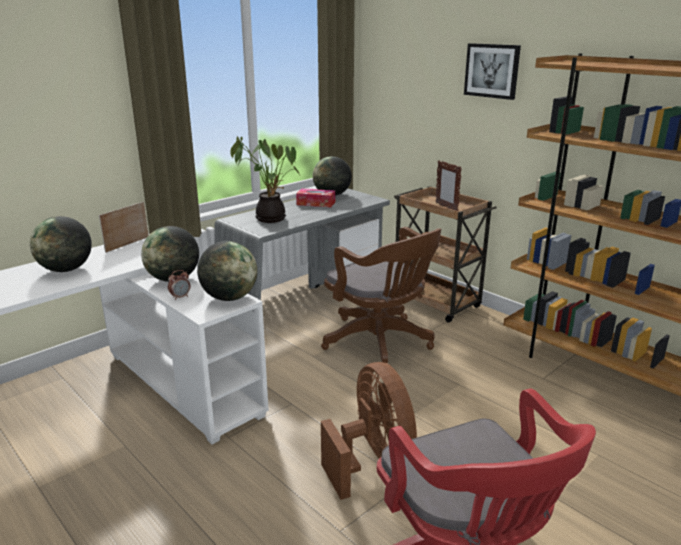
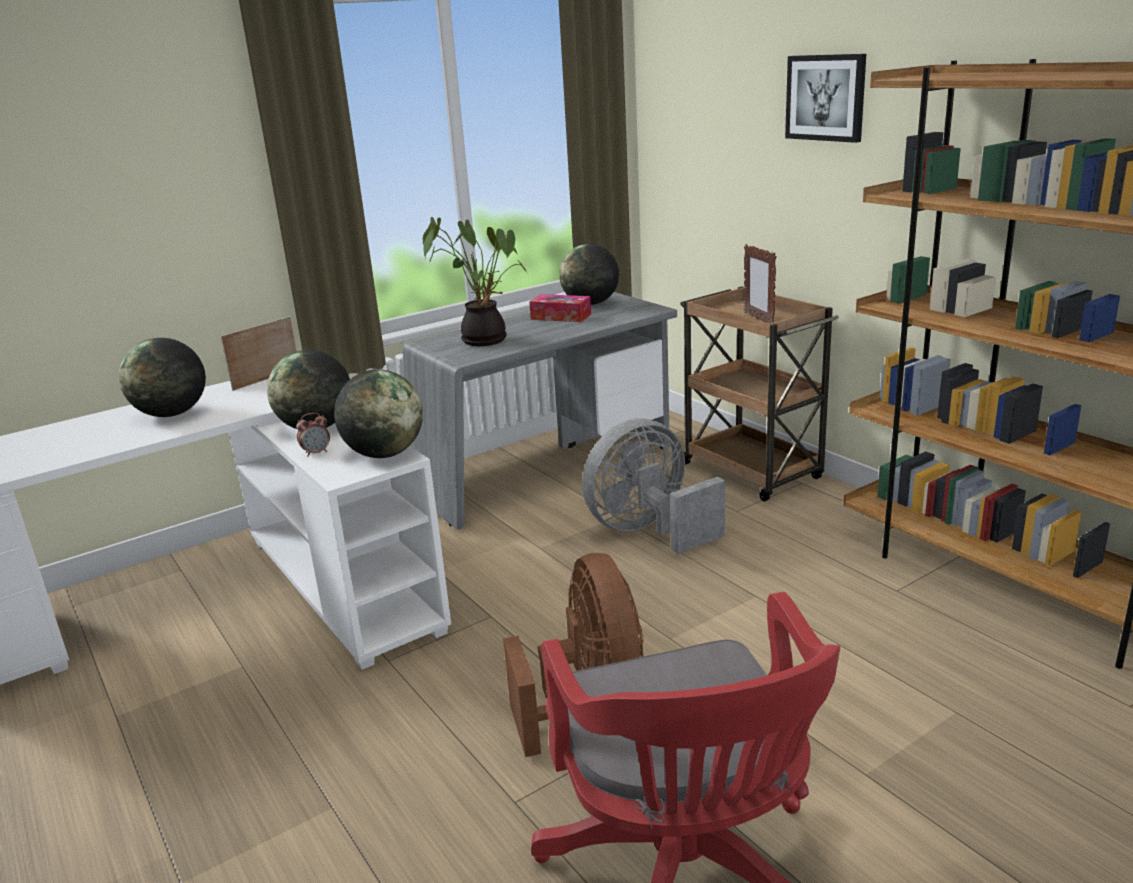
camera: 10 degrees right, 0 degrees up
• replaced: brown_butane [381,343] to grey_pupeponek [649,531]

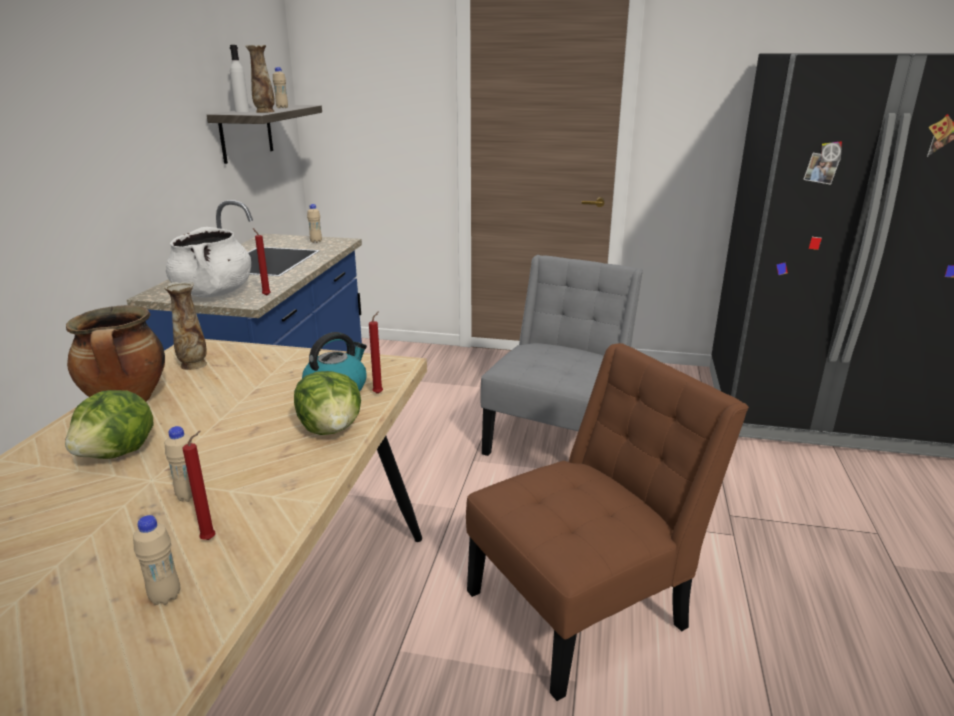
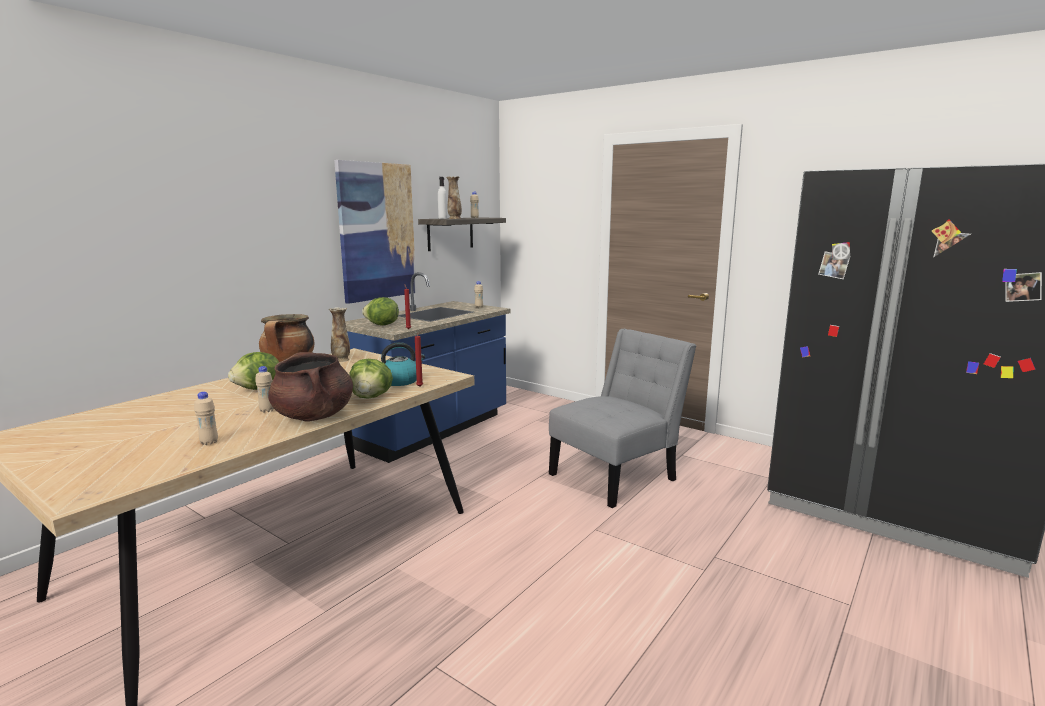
camera: 25 degrees right, 10 degrees down
• replaced: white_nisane [214,293] to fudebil [382,325]
• removed: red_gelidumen [211,538]
• removed: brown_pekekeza [585,605]
• added: brown_nisane [314,416]
• added: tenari [376,231]

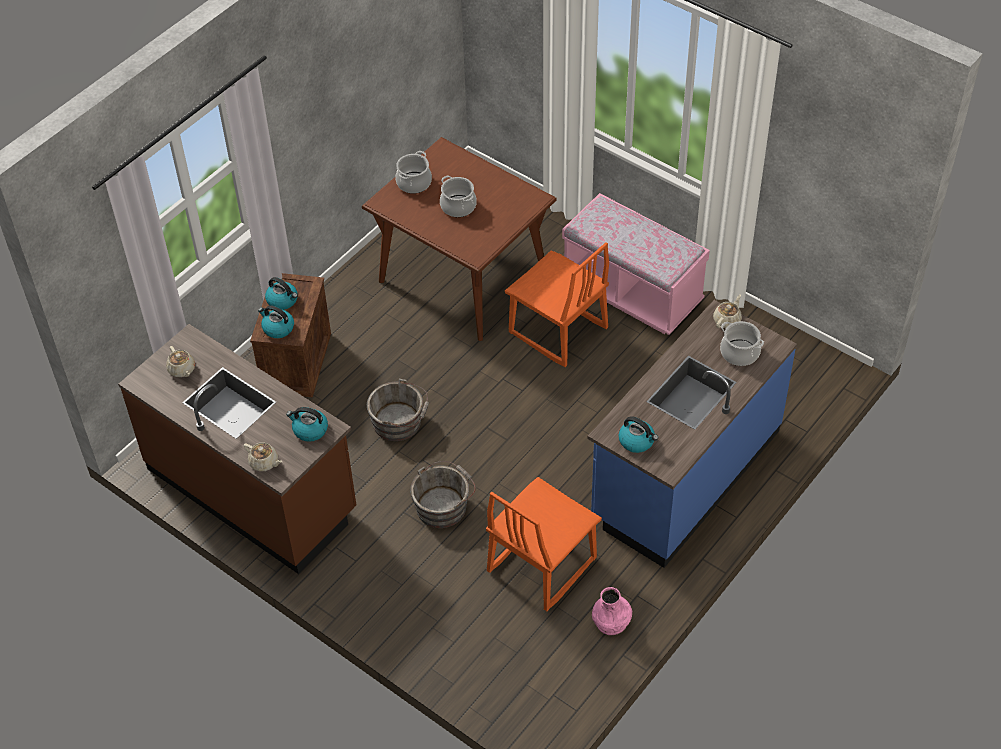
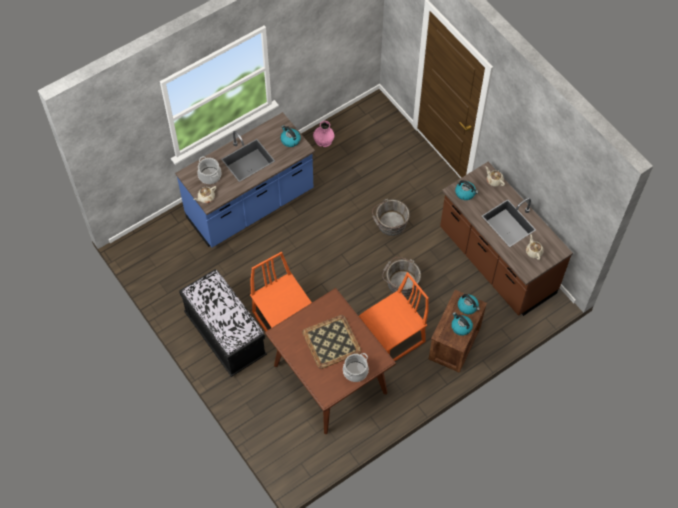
camera: 165 degrees left, 10 degrees up
• replaced: nisane [458,206] to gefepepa [332,342]
• moved: orange_pekekeza [541,564] to [392,338]
• recoloured: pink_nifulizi [632,292] to black_nifulizi [225,335]

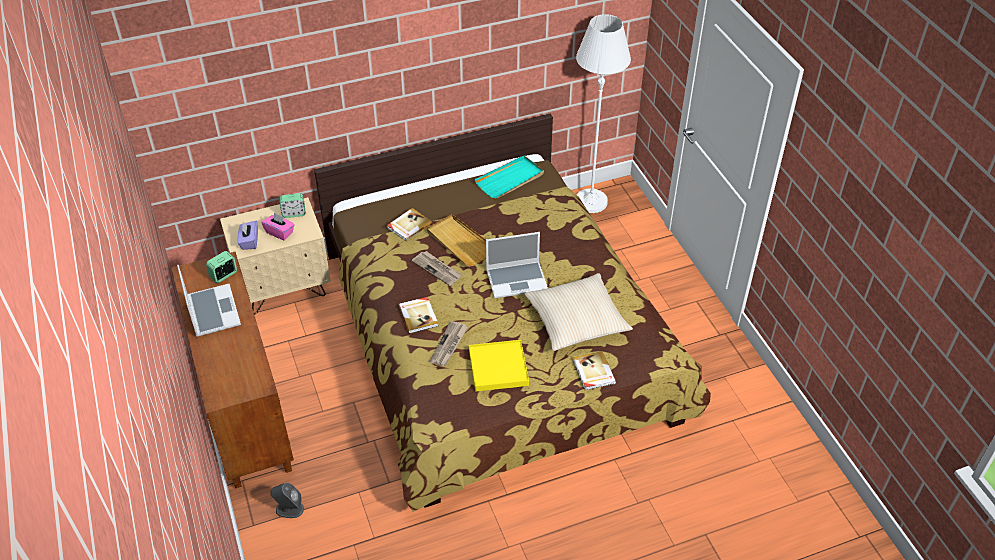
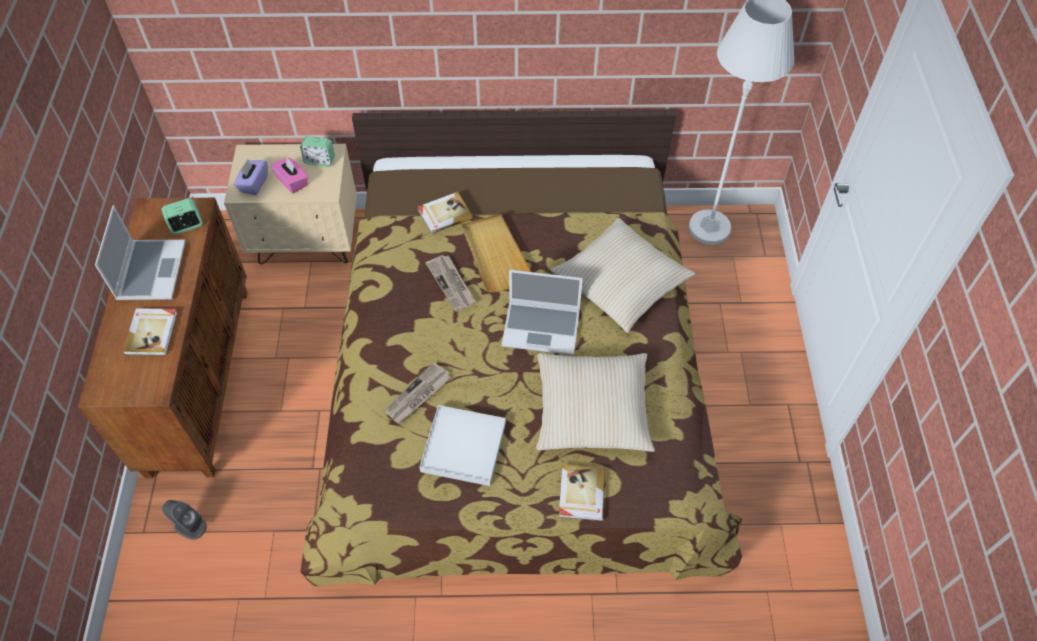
camera: 20 degrees right, 10 degrees up
• moved: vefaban [419,316] to [152,333]
• recoloured: yellow_gefepepa [498,367] to white_gefepepa [463,447]
• removed: turquoise_gefepepa [510,179]
• added: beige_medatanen [621,282]

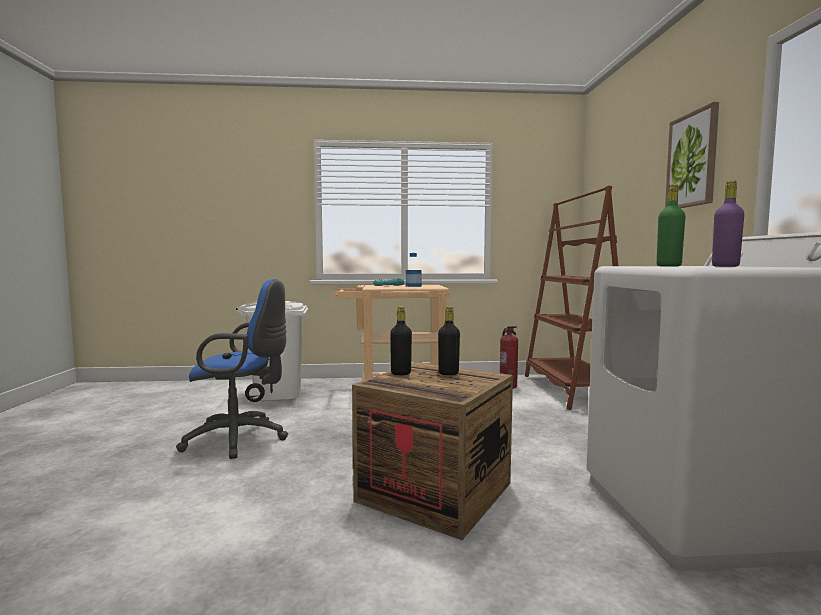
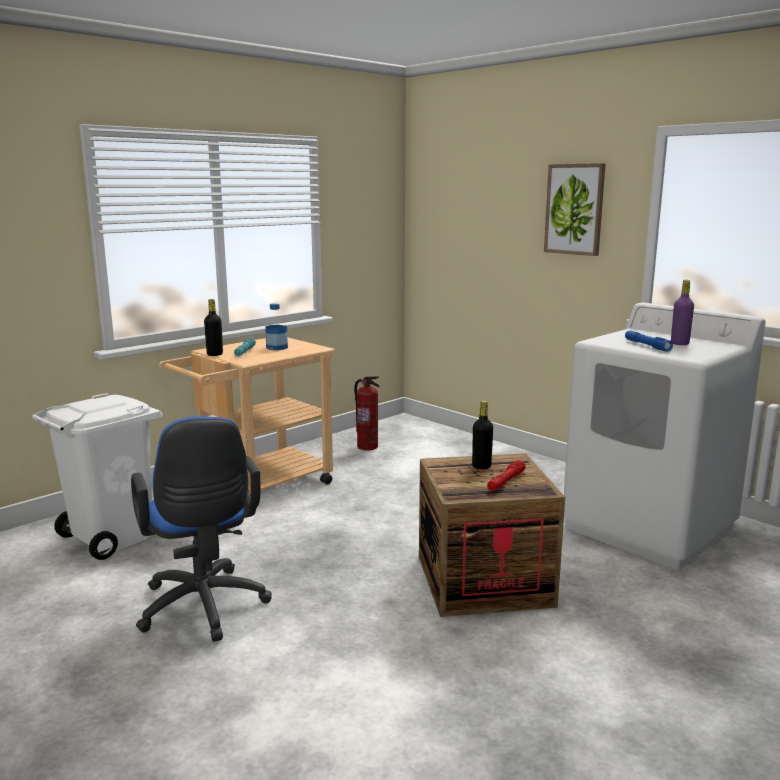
camera: 40 degrees left, 10 degrees up
• turned: blue_butane [241,439] = [204,609] 105 degrees clockwise
• moved: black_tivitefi [401,373] to [215,354]
• removed: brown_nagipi [571,390]
• replaced: green_tivitefi [668,266] to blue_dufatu [647,346]
• added: red_dufatu [506,481]

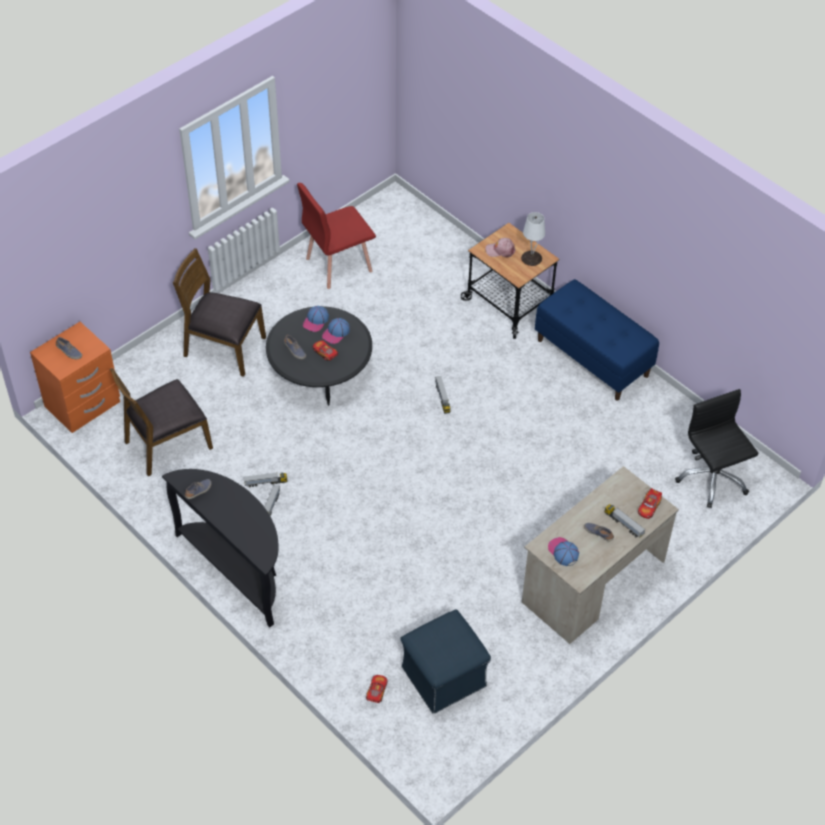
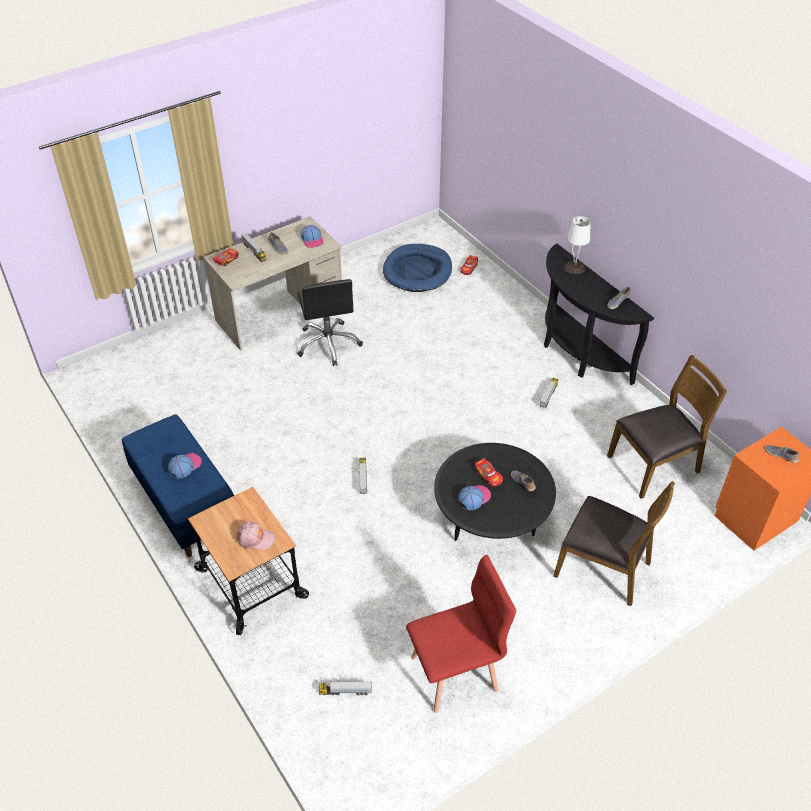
camera: 170 degrees left, 5 degrees down
• moved: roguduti [266,482] to [345,691]
• moved: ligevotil [316,321] to [185,466]
• replaced: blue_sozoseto [443,677] to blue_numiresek [417,271]
• moved: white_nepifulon [531,258] to [574,267]
• moved: black_butane [712,478] to [329,344]

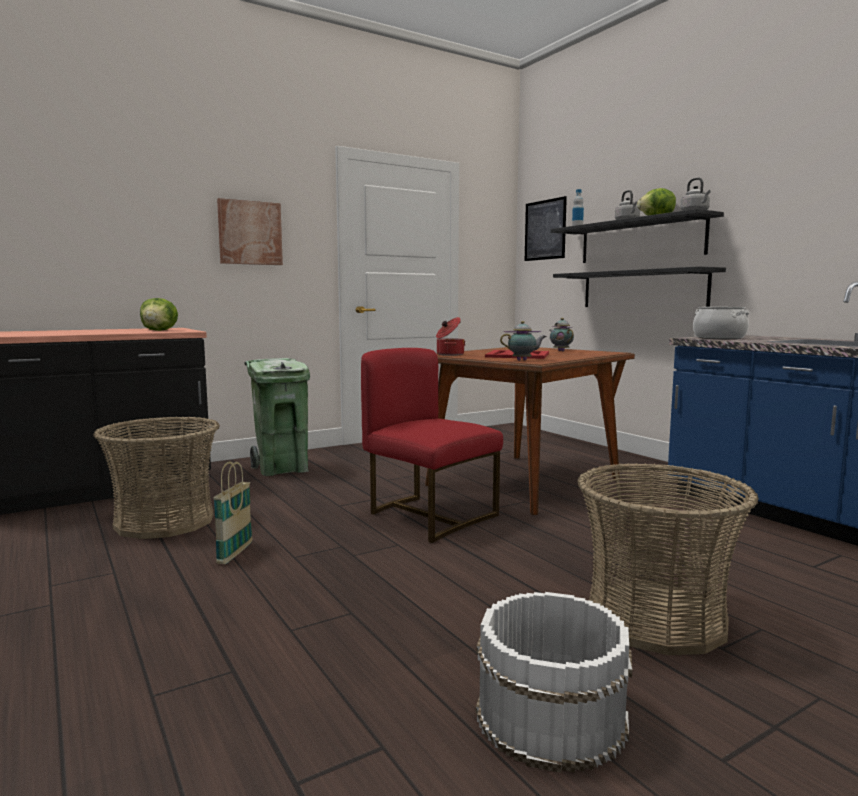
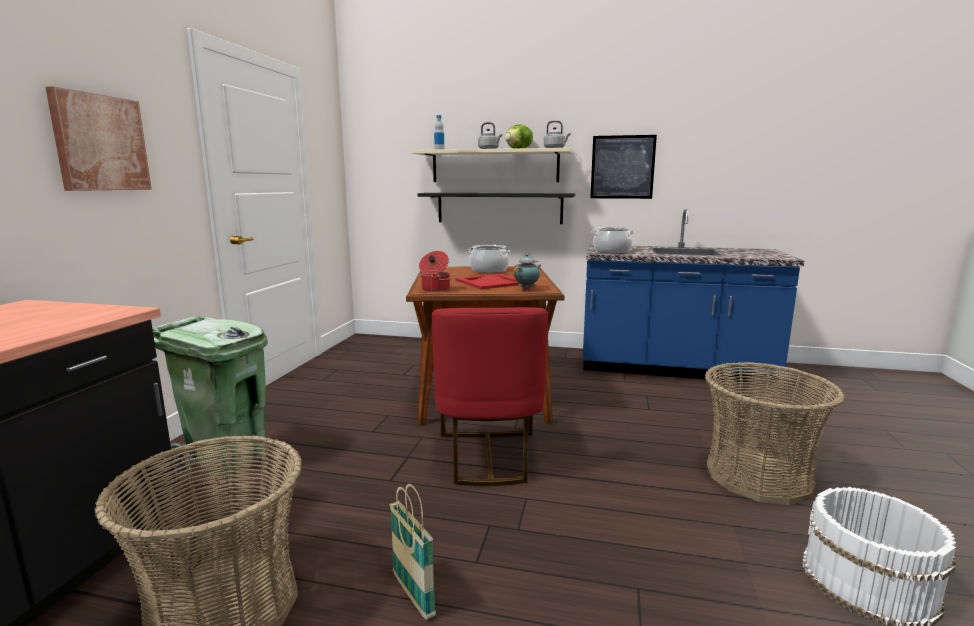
camera: 45 degrees left, 5 degrees up
• removed: fudebil [159,330]
• turned: red_pekekeza [428,516] = [487,457] 90 degrees counterclockwise
• moved: tenari [545,230] to [622,167]
• replaced: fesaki [560,351] to nisane [489,270]
• recoloured: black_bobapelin [640,241] to beige_bobapelin [494,166]

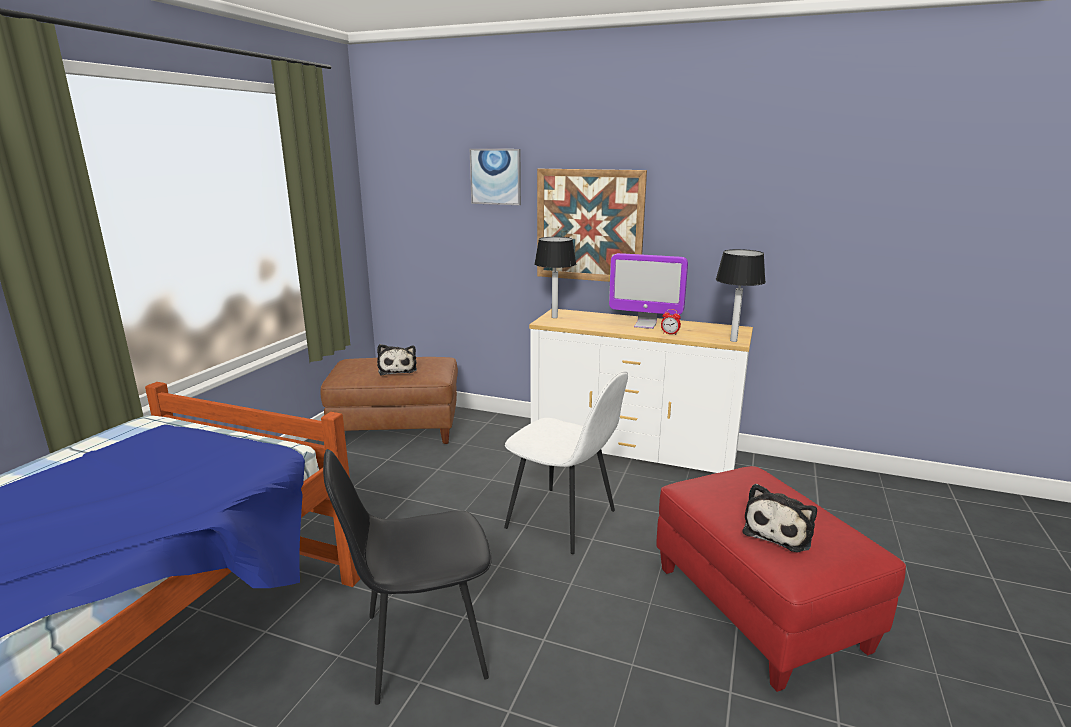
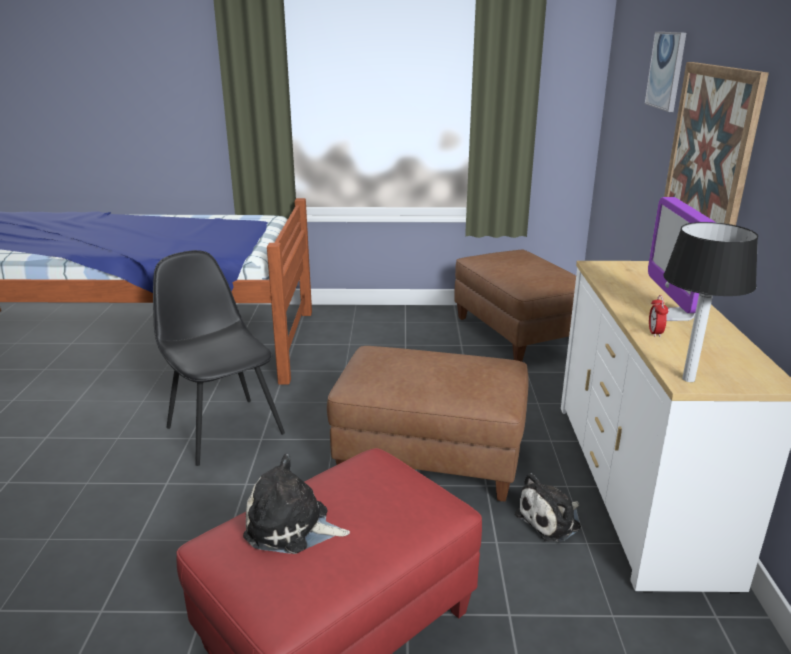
camera: 70 degrees right, 5 degrees up
• moved: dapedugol [397,369] to [551,520]
• replaced: white_pekekeza [563,520] to brown_sozoseto [428,460]
• removed: nepifulon [554,317]

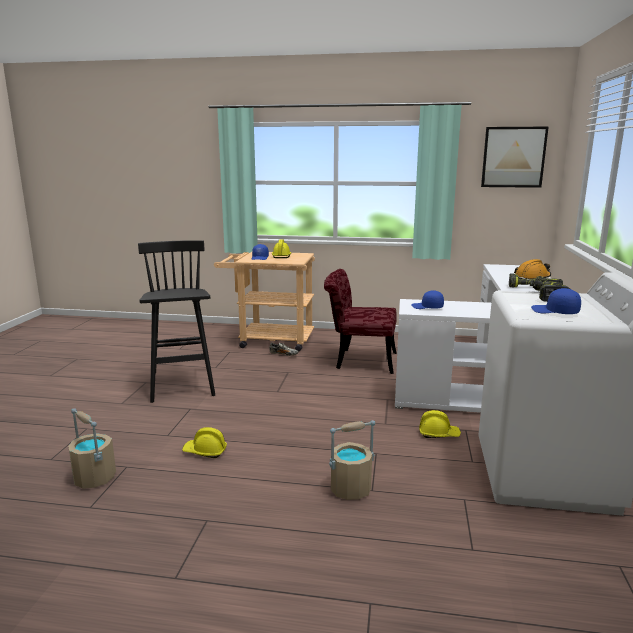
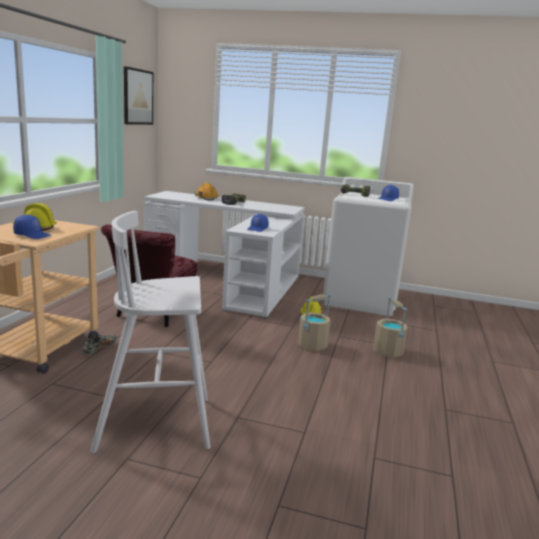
camera: 85 degrees left, 0 degrees up
• moved: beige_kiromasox [94,478] to [312,345]
• recoloured: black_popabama [182,385] to white_popabama [157,423]
• removed: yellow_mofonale [205,451]

